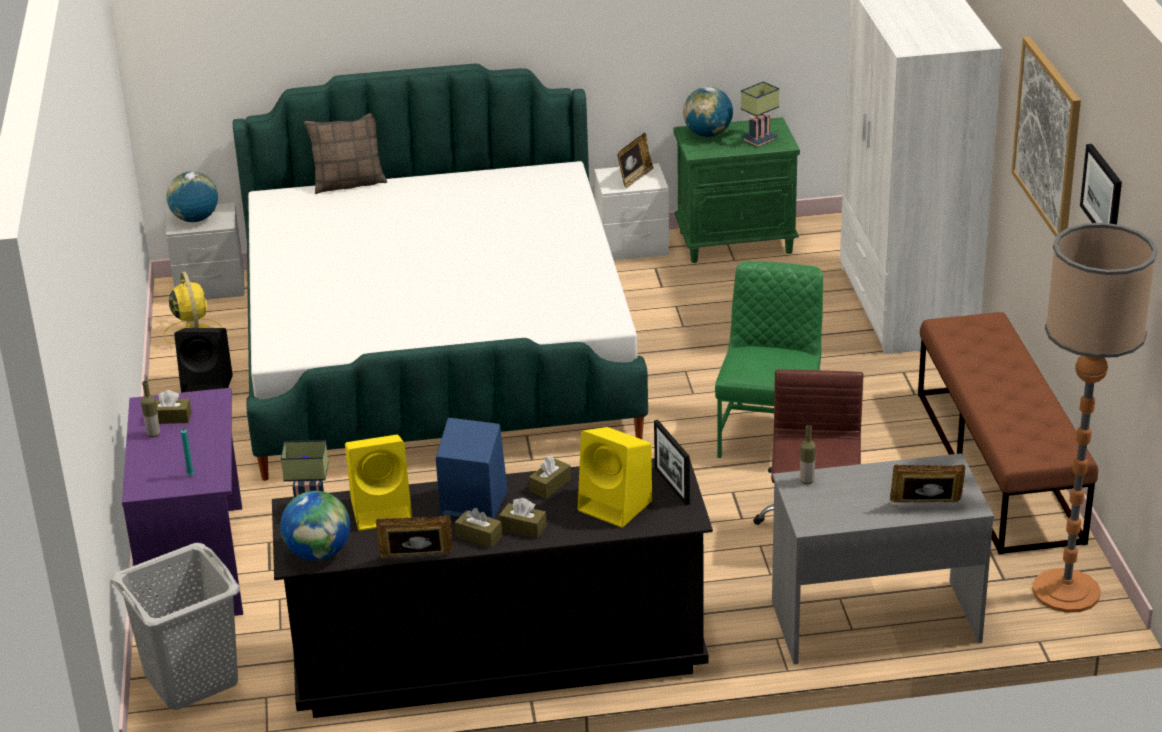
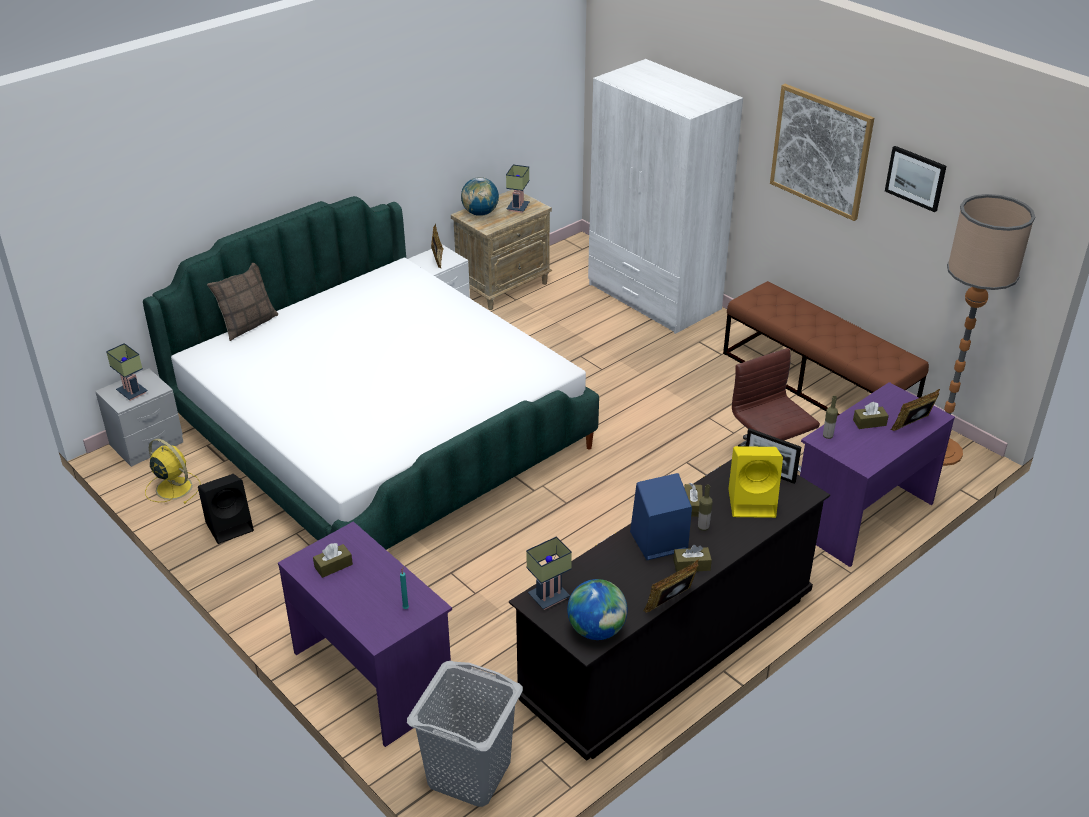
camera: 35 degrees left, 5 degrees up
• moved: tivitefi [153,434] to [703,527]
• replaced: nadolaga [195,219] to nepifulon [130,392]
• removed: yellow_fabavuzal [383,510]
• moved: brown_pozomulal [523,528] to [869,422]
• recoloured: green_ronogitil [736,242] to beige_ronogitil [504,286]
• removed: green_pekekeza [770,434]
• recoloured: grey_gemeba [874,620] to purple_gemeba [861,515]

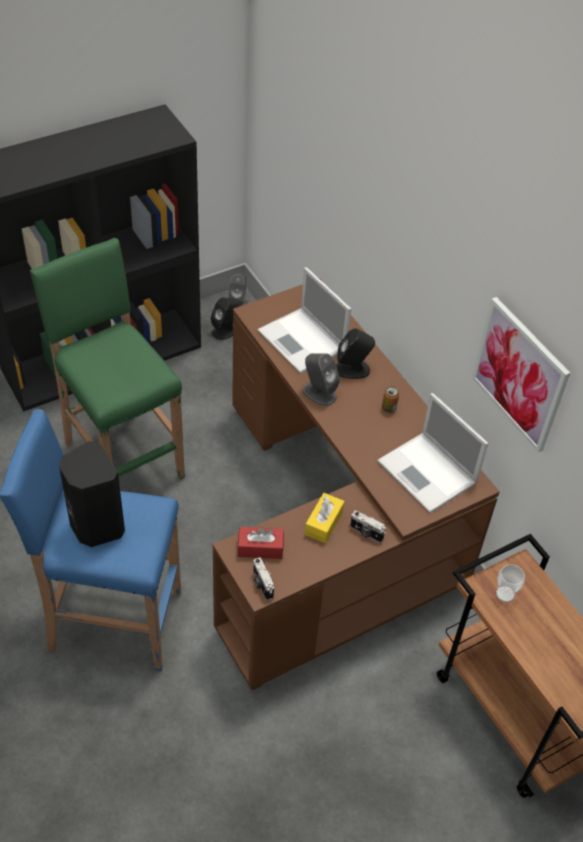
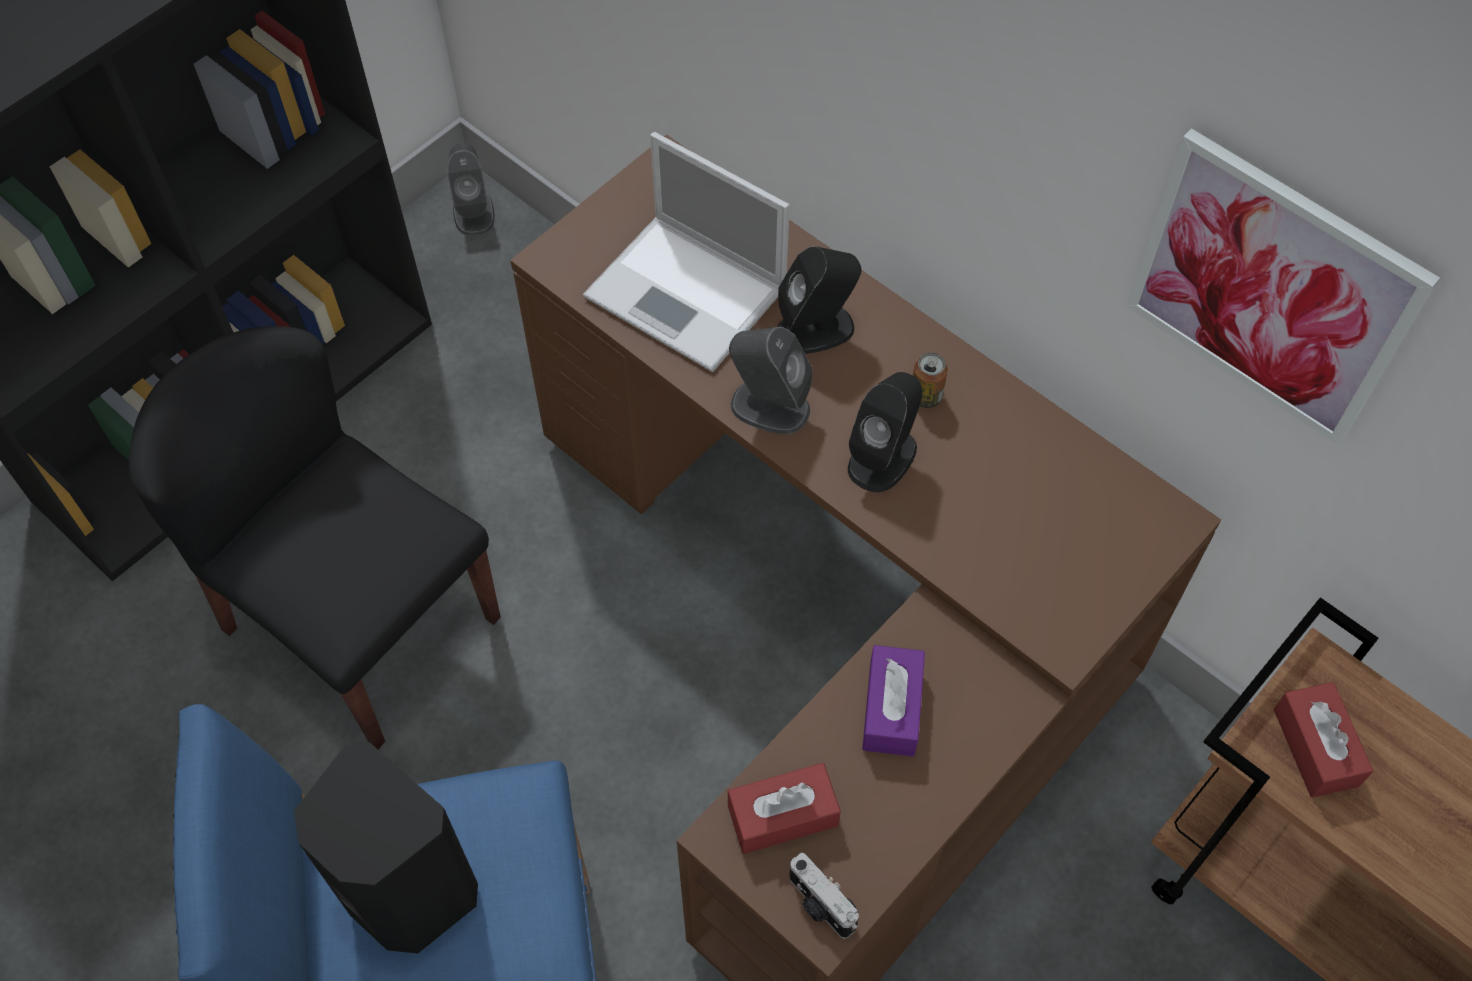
camera: 15 degrees left, 10 degrees up
• replaced: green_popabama [122,458] to black_pekekeza [360,622]
• moved: black_fabavuzal [225,330] to [882,457]
• recoloured: yellow_pozomulal [323,523] to purple_pozomulal [891,709]
• removed: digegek [366,533]
• removed: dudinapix [428,473]
• replaced: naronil [505,594] to red_pozomulal [1315,747]

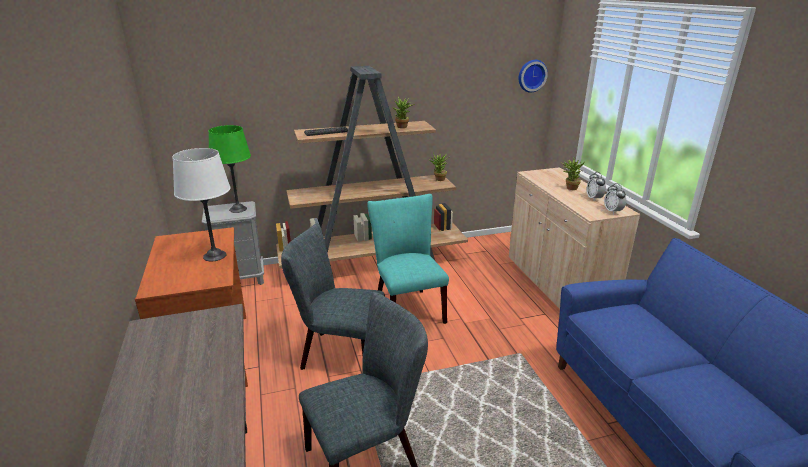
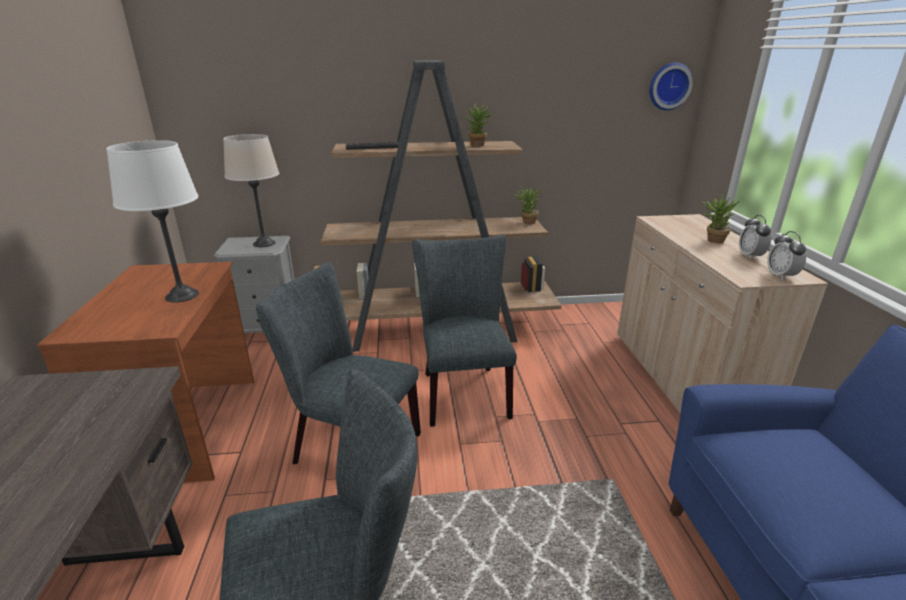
camera: 10 degrees right, 0 degrees up
• recoloured: green_nepifulon [238,209] to beige_nepifulon [264,243]
• recoloured: turquoise_pekekeza [407,308] to grey_pekekeza [462,390]

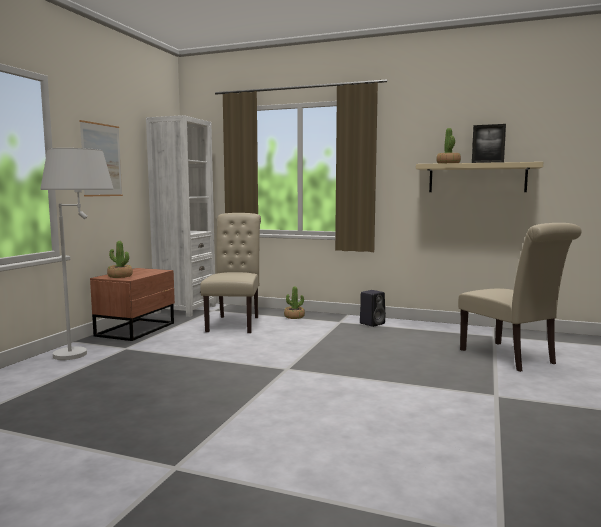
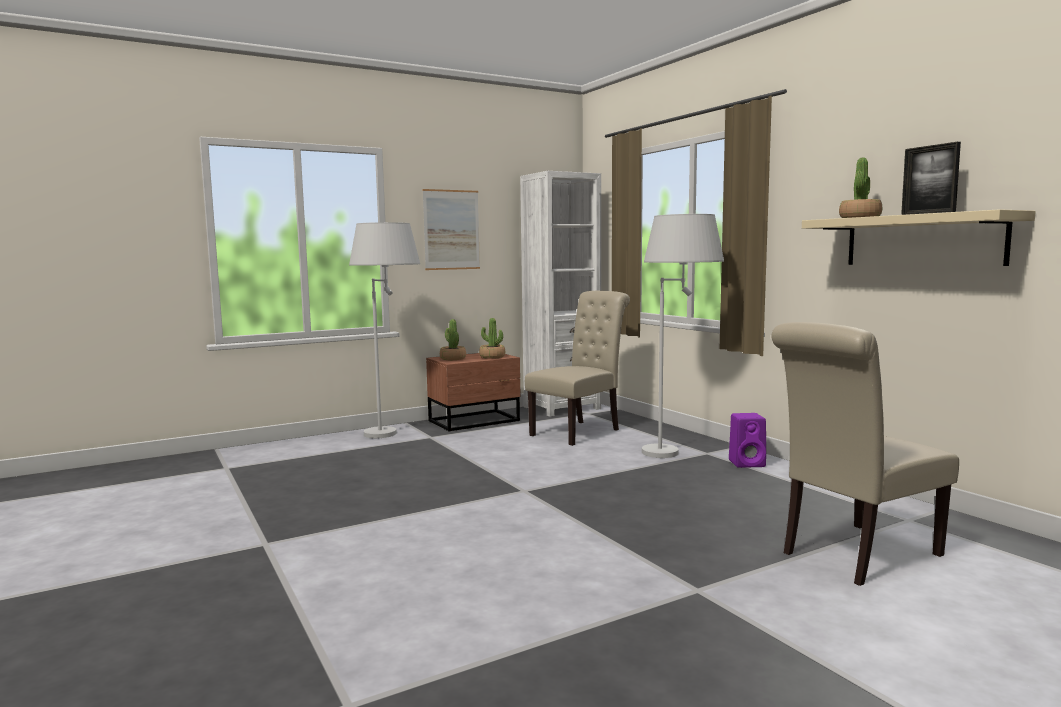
camera: 40 degrees right, 0 degrees up
• moved: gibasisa [294,317] to [492,357]
• recoloured: black_fabavuzal [372,323] to purple_fabavuzal [748,463]
• turned: beige_pekekeza [511,358] = [854,555] 45 degrees clockwise
• added: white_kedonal [680,455]

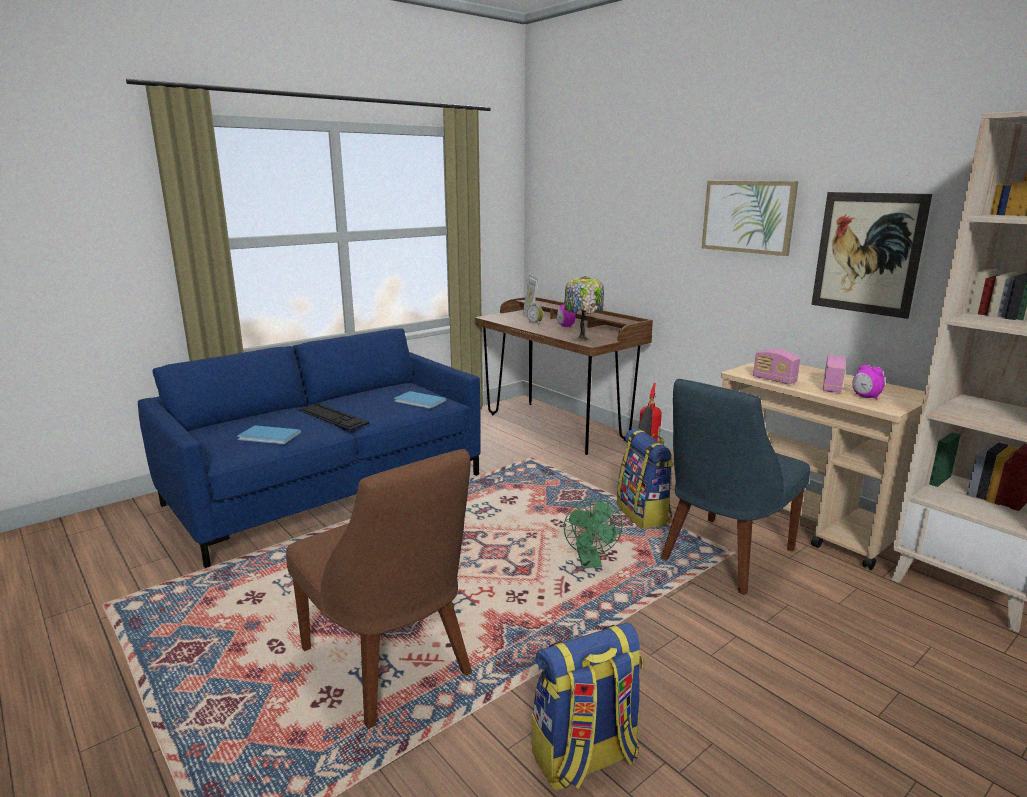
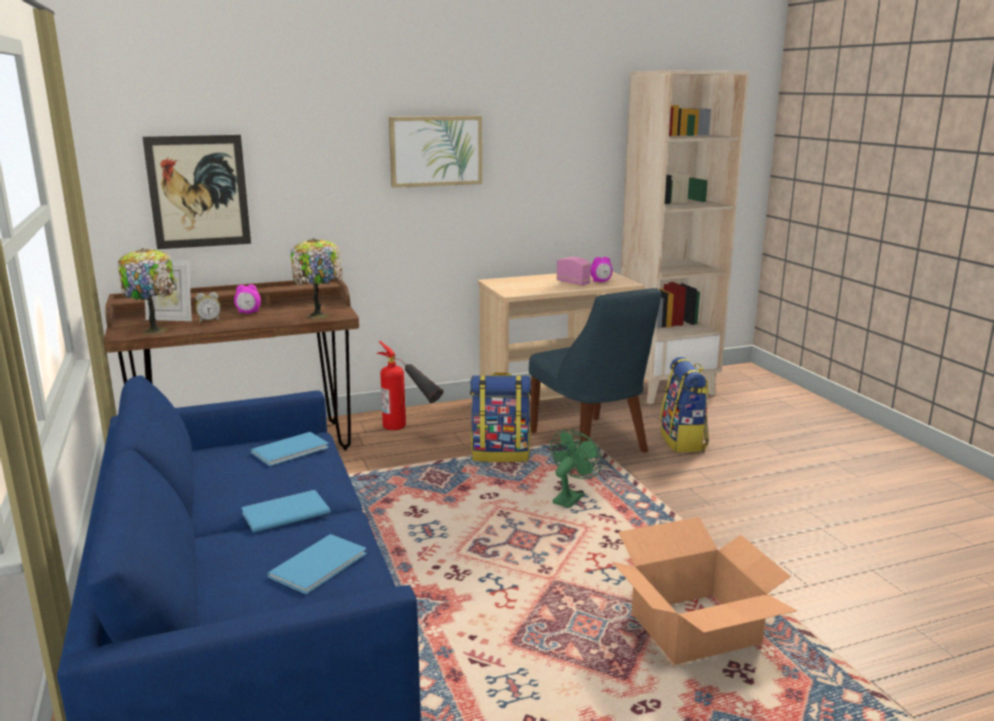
camera: 70 degrees left, 0 degrees up
• replaced: brown_pekekeza [390,665] to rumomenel [696,630]
• replaced: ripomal [333,416] to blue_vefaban [283,512]
• moved: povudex [585,758] to [683,441]
• turned: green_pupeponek [590,563] = [570,497] 75 degrees counterclockwise
• removed: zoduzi [774,380]
• moved: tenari [867,253] to [198,192]
• added: nepifulon [155,329]

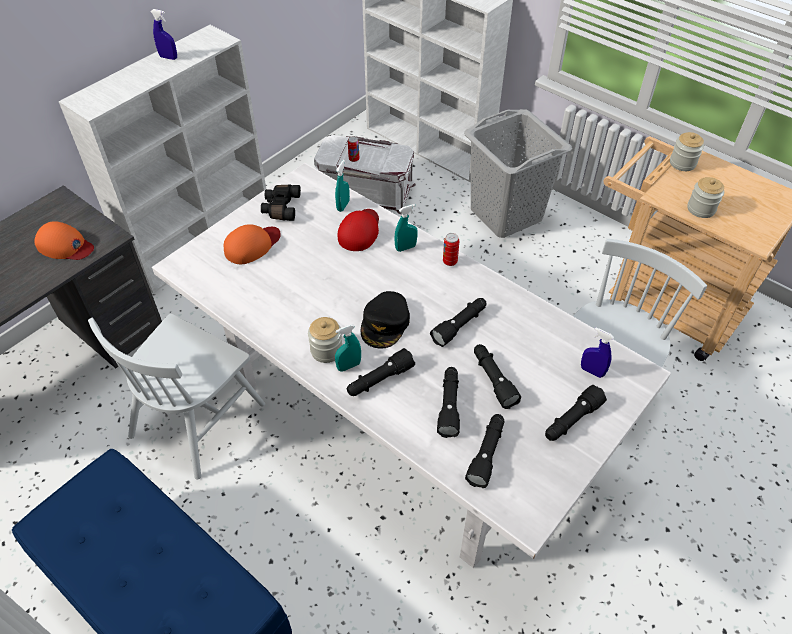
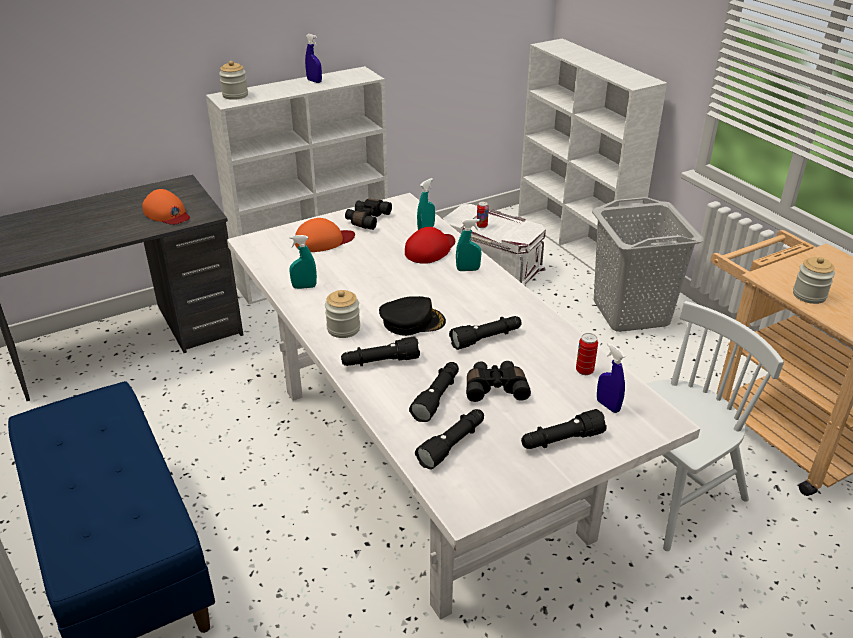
camera: 20 degrees right, 15 degrees down
• removed: white_pekekeza [198,419]
• moved: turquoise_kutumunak [349,366] to [304,287]
• turned: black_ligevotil [385,324] = [412,321] 135 degrees counterclockwise
• moved: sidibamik [450,262] to [584,371]
• replaced: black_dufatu [493,380] to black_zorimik [495,388]
• moved: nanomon [682,163] to [235,95]

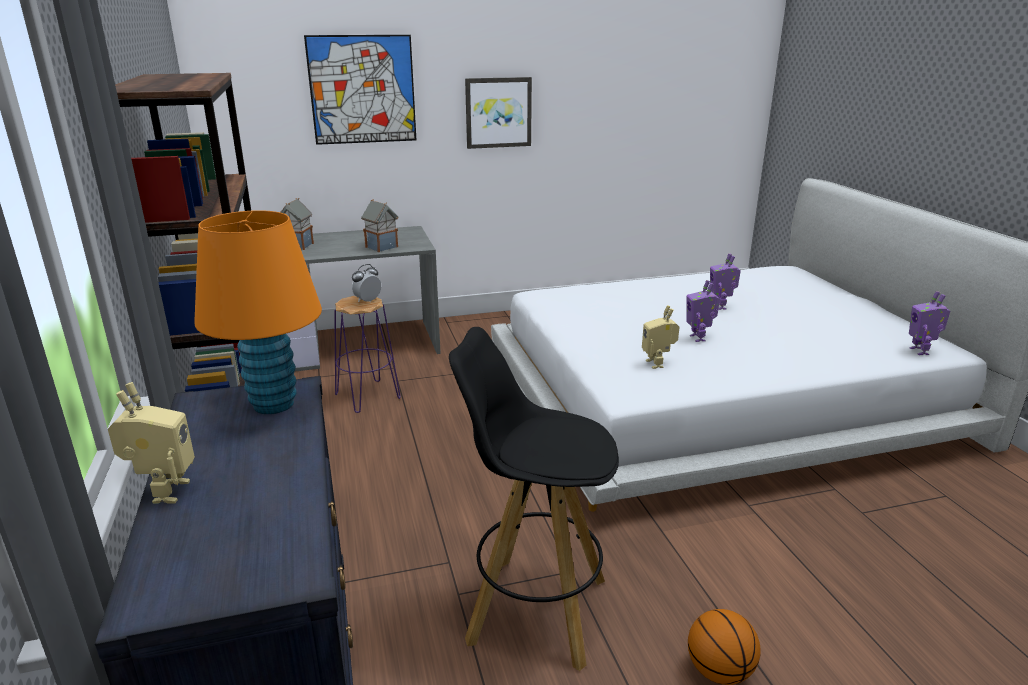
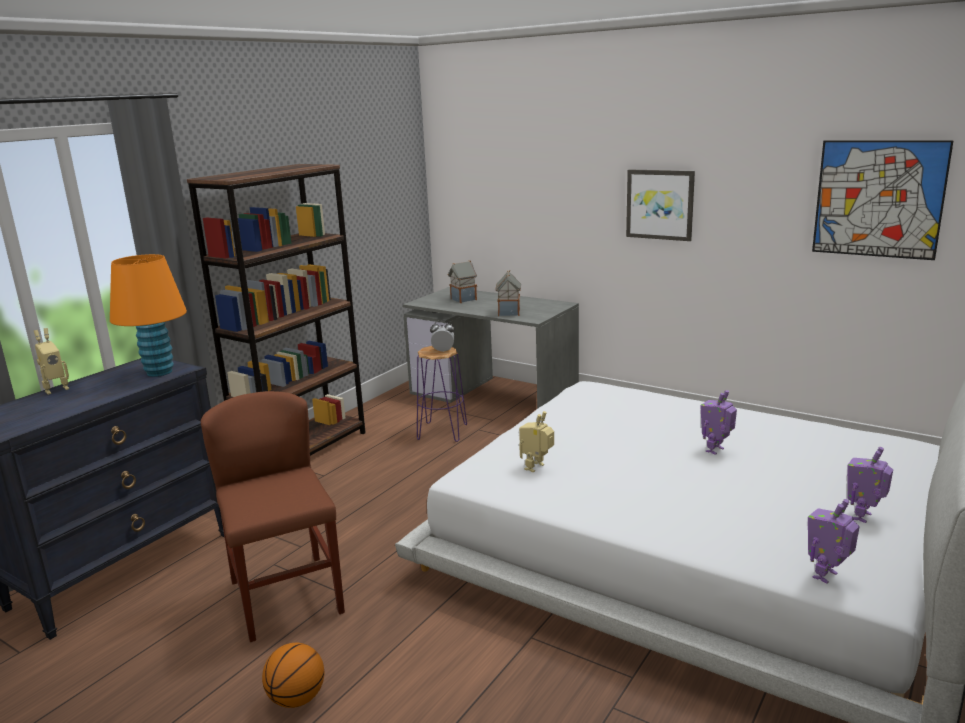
camera: 50 degrees right, 5 degrees down
• moved: tenari [362,90] to [878,199]
• replaced: black_popabama [534,609] to brown_pekekeza [286,597]
• moved: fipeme [698,338] to [863,517]

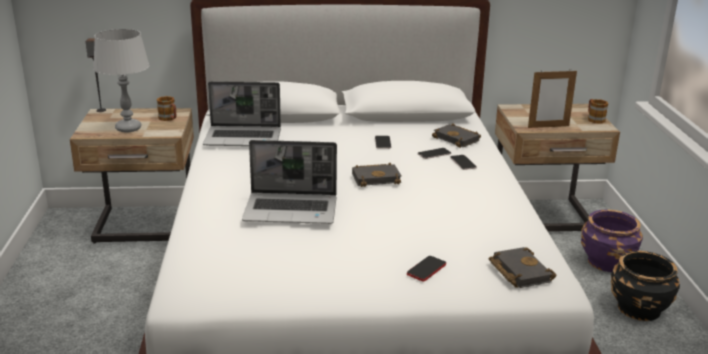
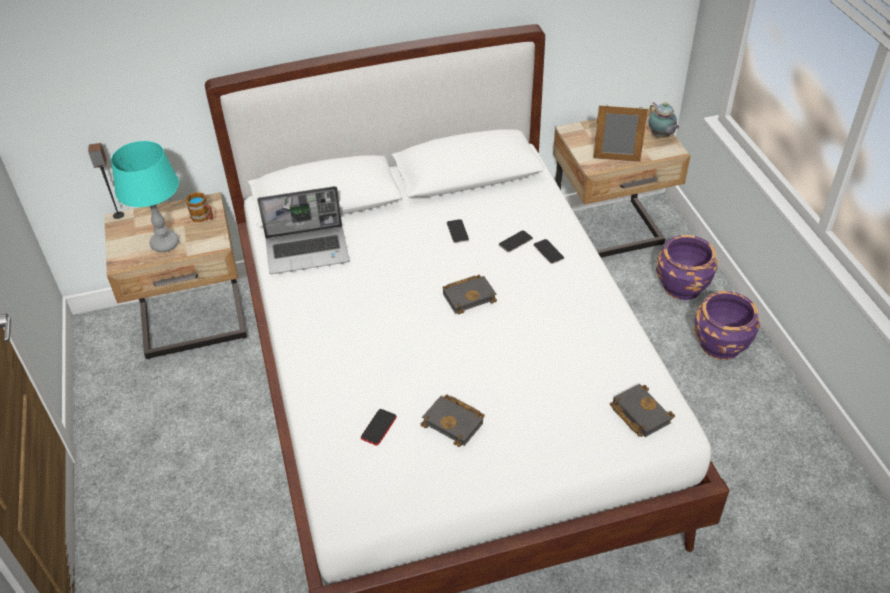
camera: 10 degrees left, 20 degrees up
• recoloured: grey_nepifulon [128,128] to turquoise_nepifulon [165,243]
• removed: dudinapix [292,210]
• moved: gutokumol [426,269] to [378,427]
• moved: black_vefaban [458,139] to [455,422]
• turned: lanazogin [548,126] = [616,159] 150 degrees counterclockwise
• replaced: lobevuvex [594,119] to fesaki [661,136]
• recoloured: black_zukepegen [639,308] to purple_zukepegen [720,344]

